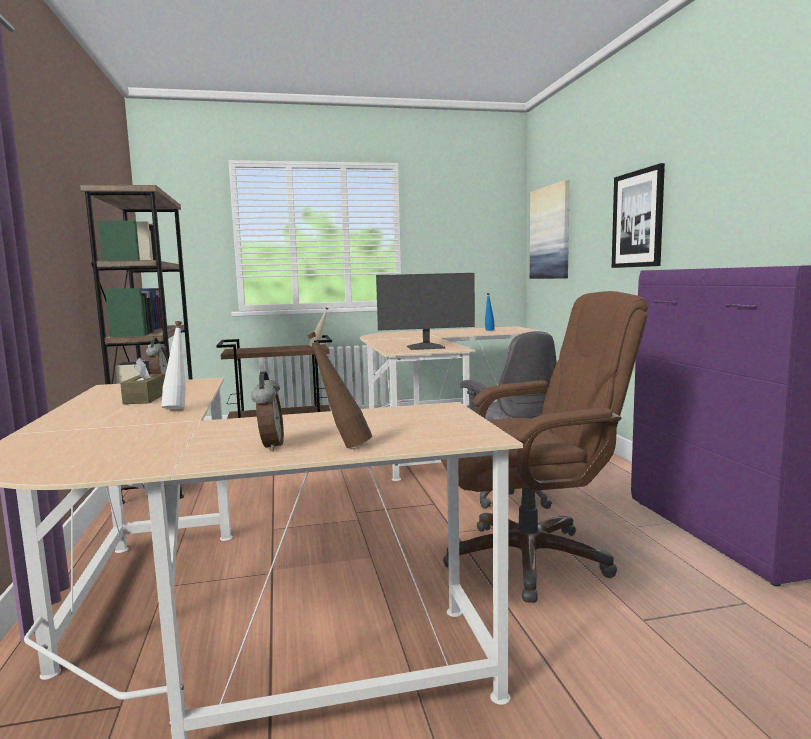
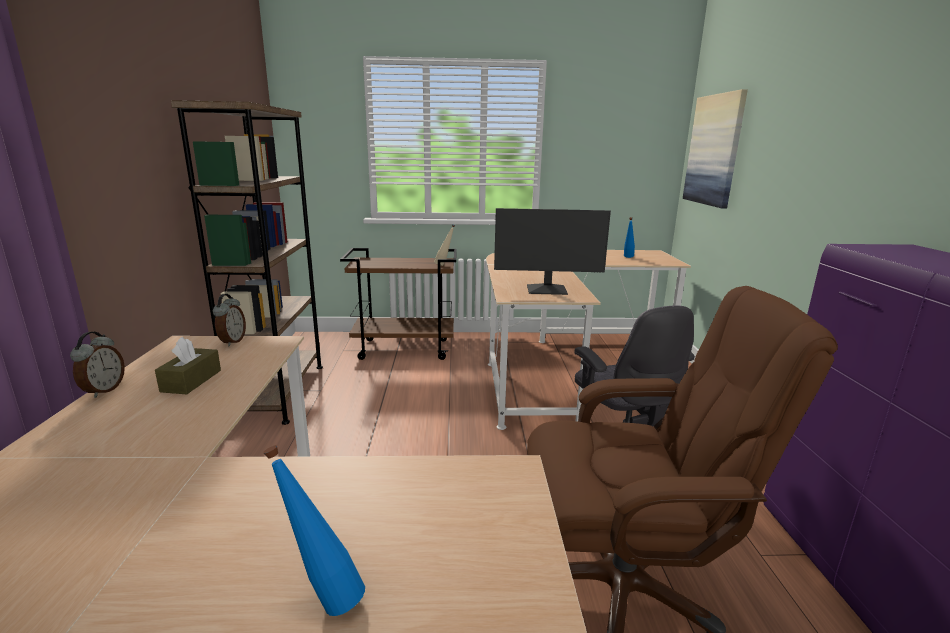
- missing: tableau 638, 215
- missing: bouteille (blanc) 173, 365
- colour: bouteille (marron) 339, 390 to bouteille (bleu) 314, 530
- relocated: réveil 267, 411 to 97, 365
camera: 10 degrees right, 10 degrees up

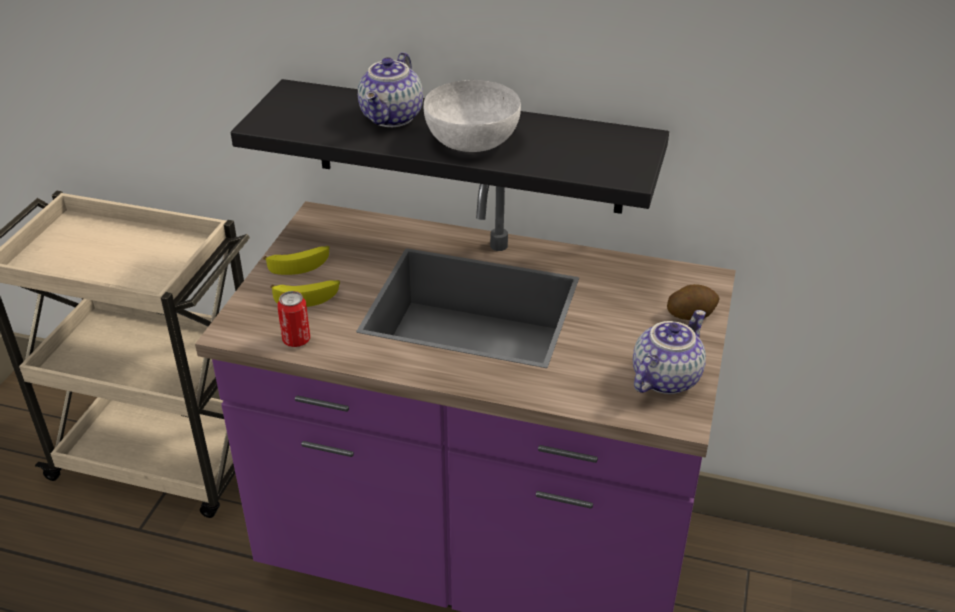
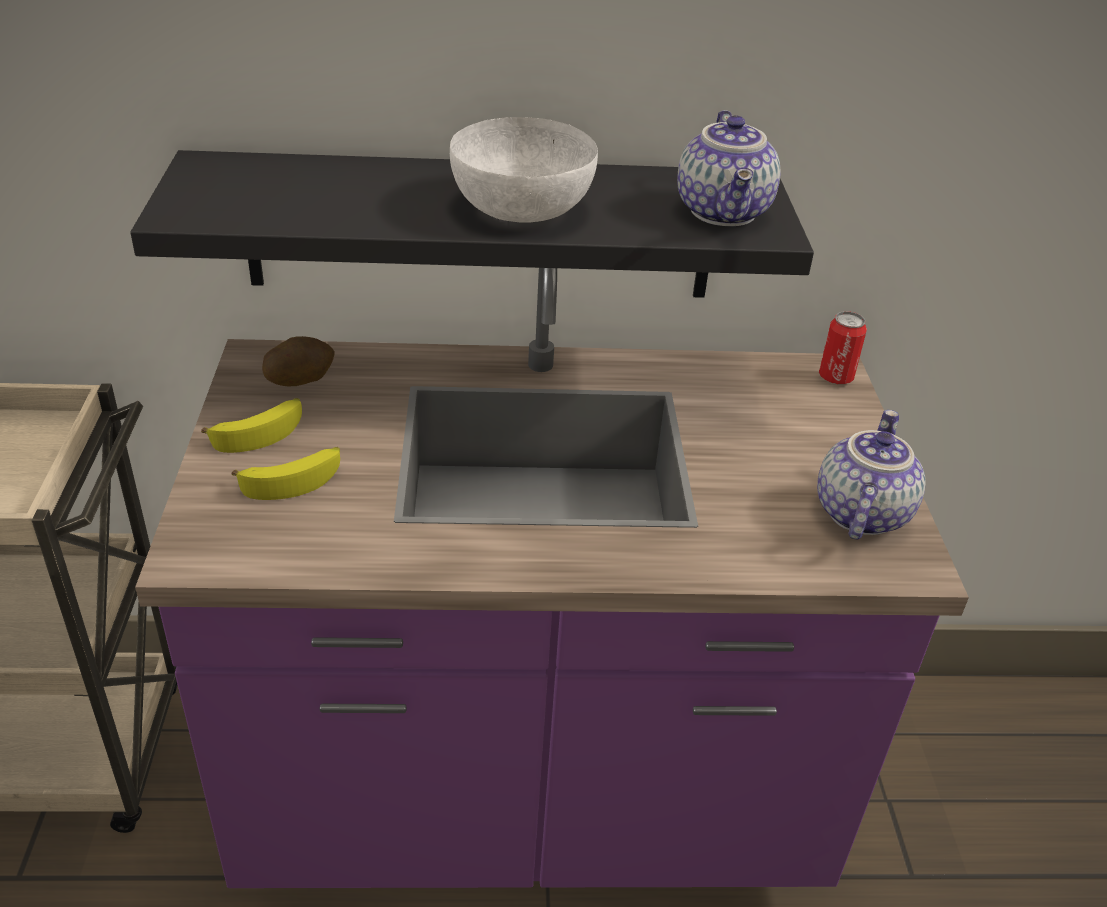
- relocated: théière 390, 89 to 729, 168
- relocated: pomme de terre 693, 302 to 298, 361
- relocated: boîte métallique 293, 319 to 843, 347
camera: 20 degrees left, 0 degrees up

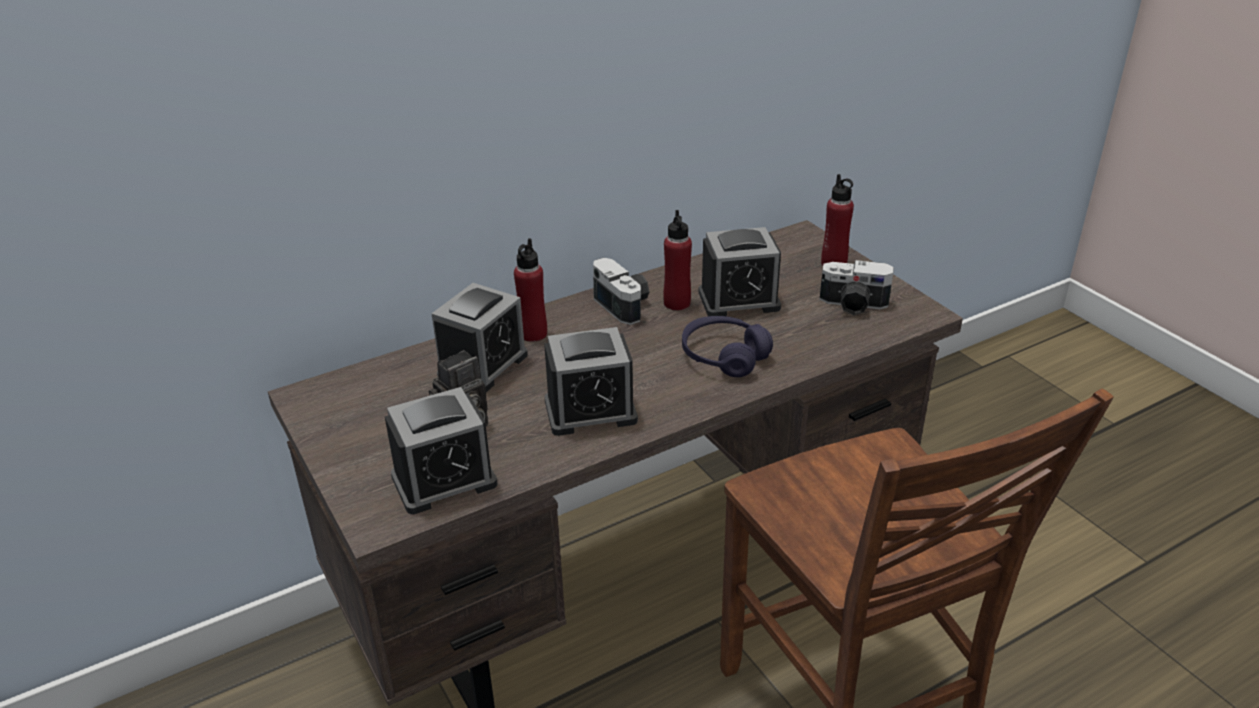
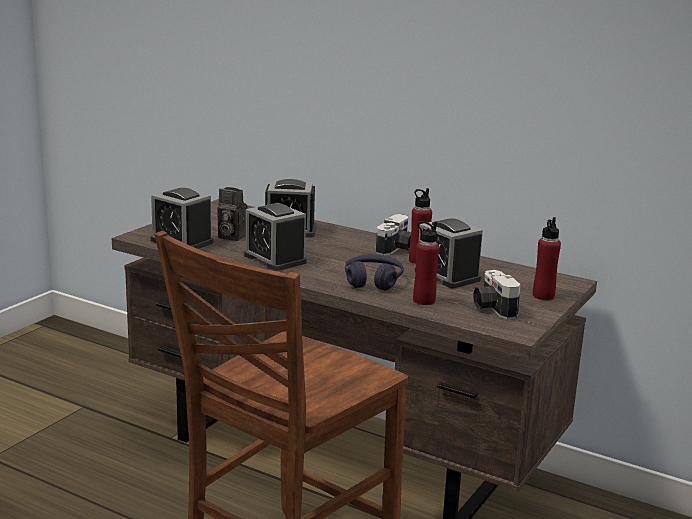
- relocated: bouteille (rouge) 530, 290 to 426, 263
camera: 60 degrees right, 15 degrees down

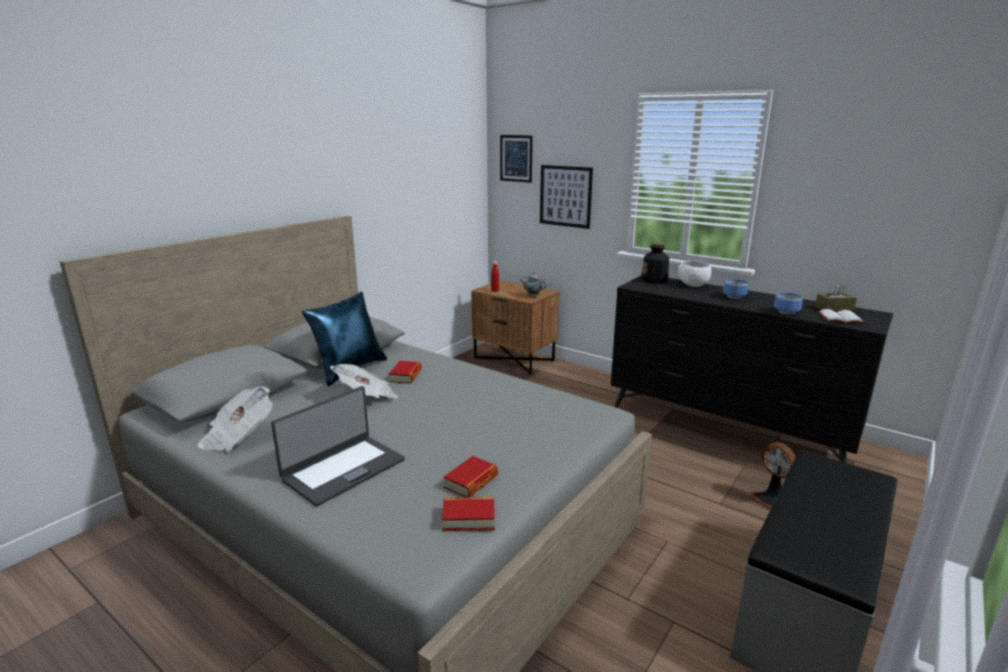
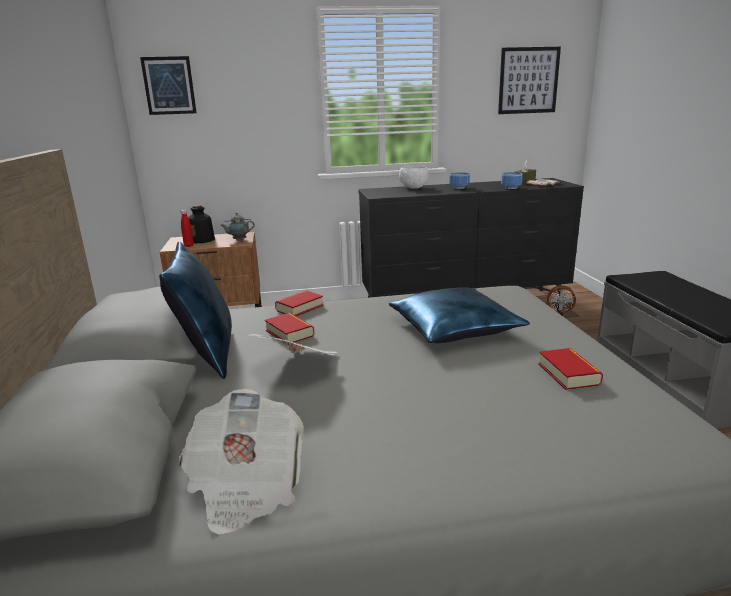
- relocated: tableau 566, 197 to 529, 80
- relocated: bouteille 655, 263 to 201, 224
- missing: ordinateur portable 338, 446
- relocated: livre 468, 514 to 299, 303
- appeared: coussin (bleu) 459, 315
camera: 45 degrees left, 0 degrees up

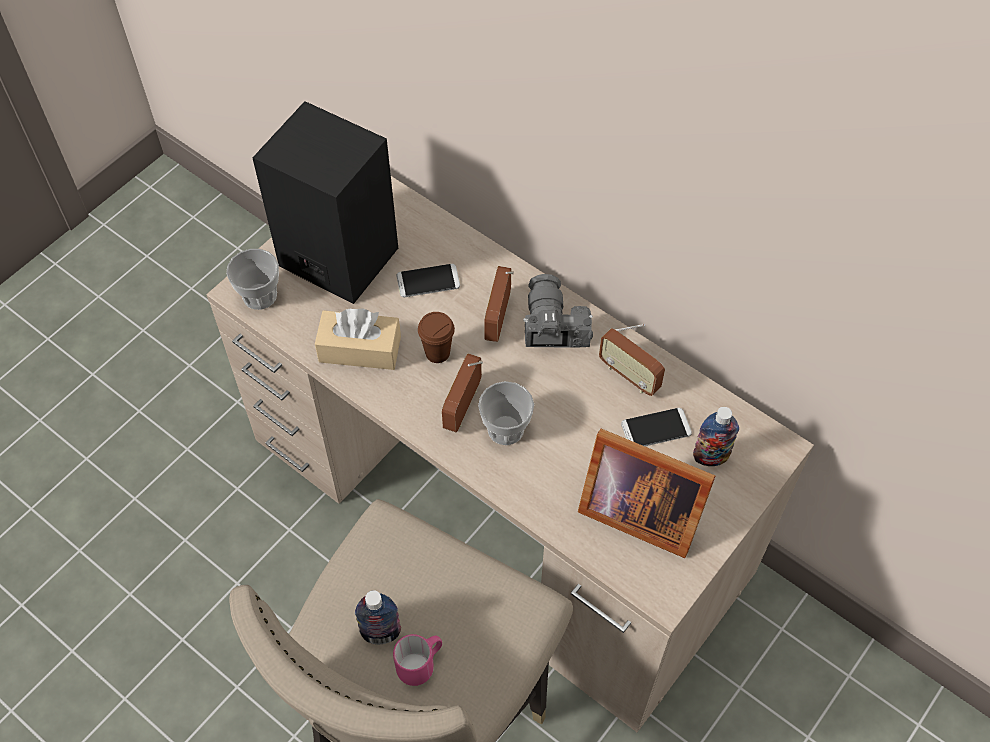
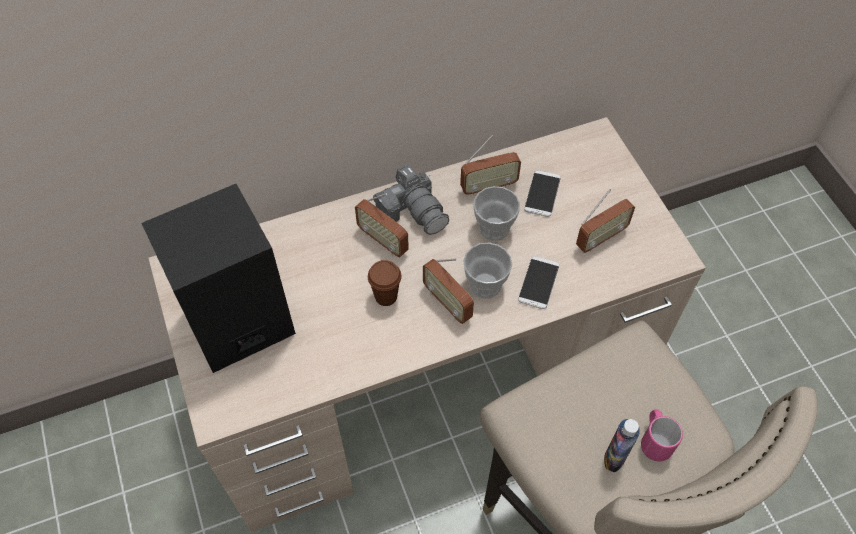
- relocated: tasse 252, 279 to 496, 213
- relocated: téléphone 428, 280 to 538, 282
- spun: appareil photo 558, 311 = 411, 199 150 degrees counterclockwise
- missing: boîte à mouchoirs (beige) 358, 339
- missing: bouteille 716, 436
- exchanged: cadre photo 646, 493 to radio 605, 221
camera: 60 degrees left, 0 degrees up

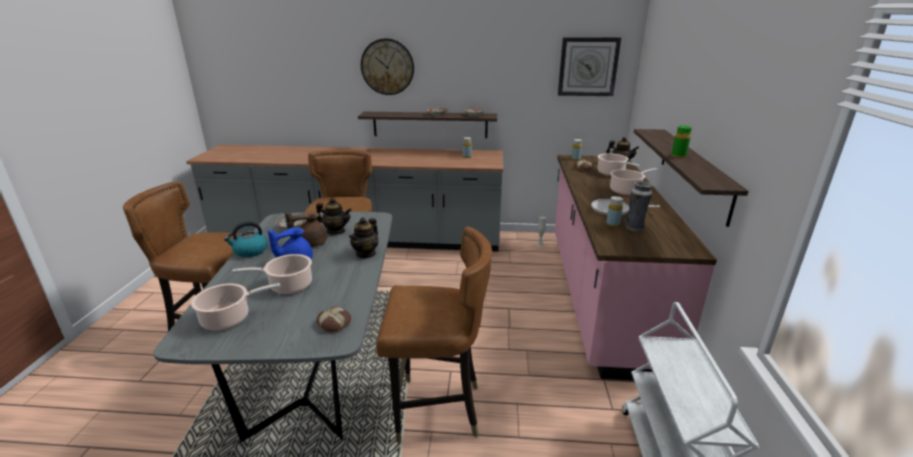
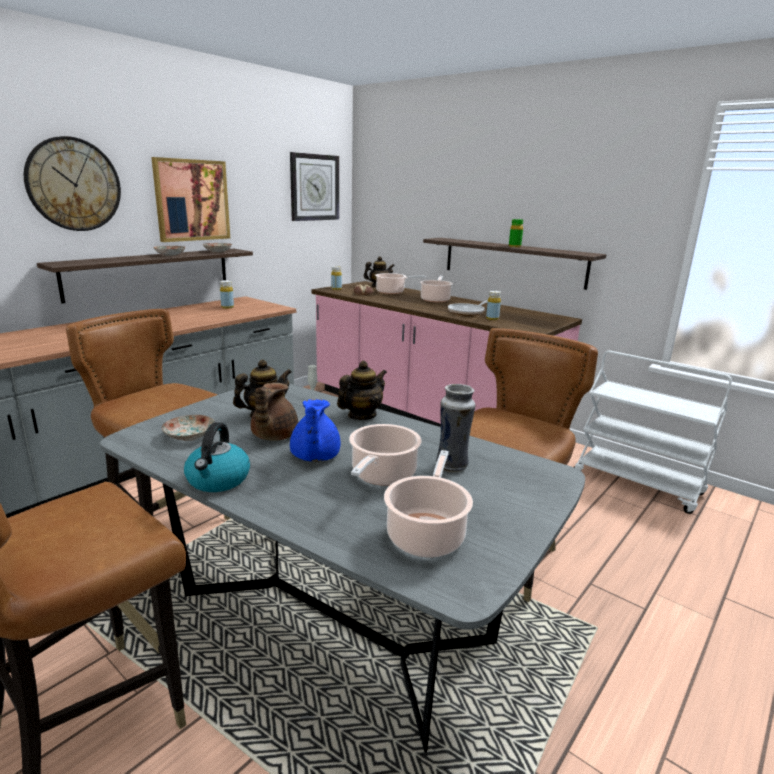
- relocated: vase 638, 206 to 456, 428
- spun: théière 363, 238 = 362, 390 105 degrees counterclockwise
- missing: pain 333, 320
- appeared: tableau 190, 199
camera: 55 degrees left, 5 degrees down

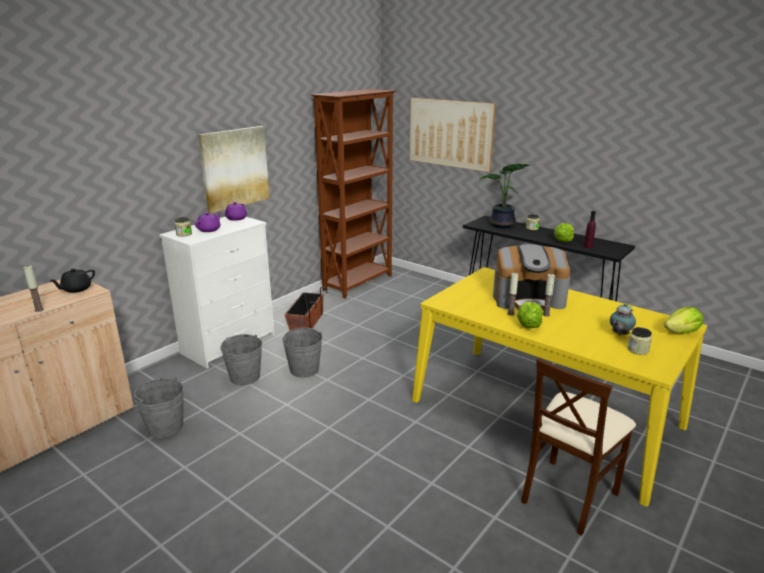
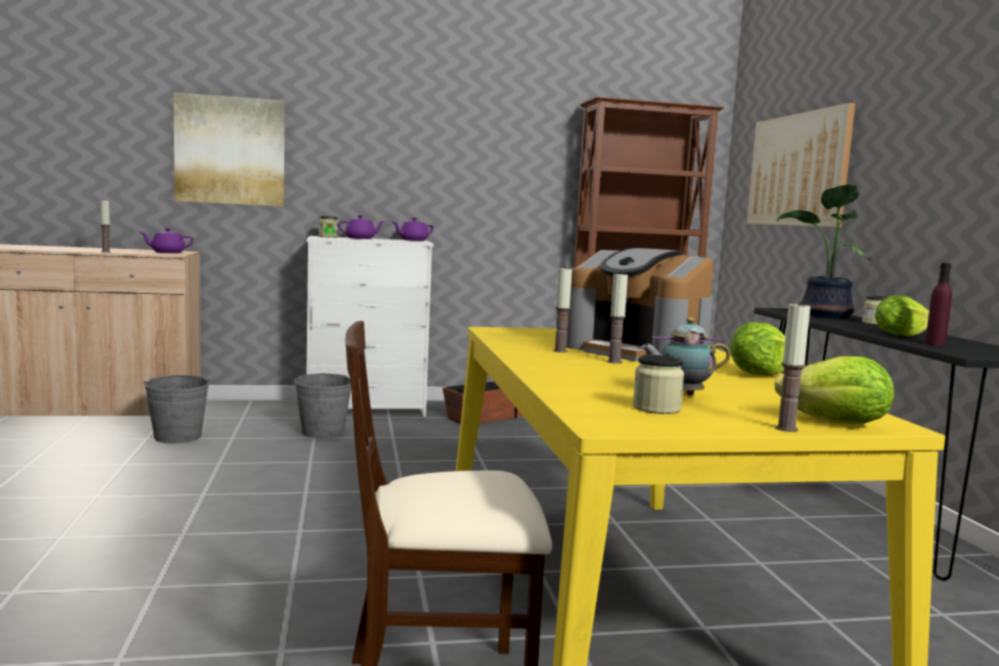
- relocated: tableau 234, 169 to 229, 149
- colour: théière (noir) 72, 281 to théière (violet) 166, 240
- relocated: laitue 529, 314 to 757, 349
- missing: seau (gris) 302, 353
- appeared: bougie 793, 366
camera: 40 degrees right, 15 degrees down

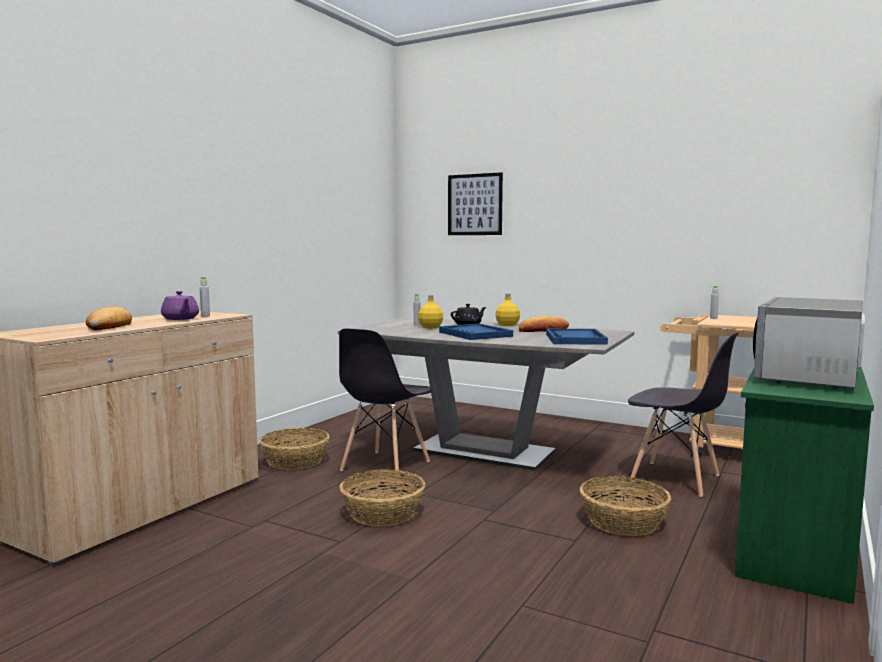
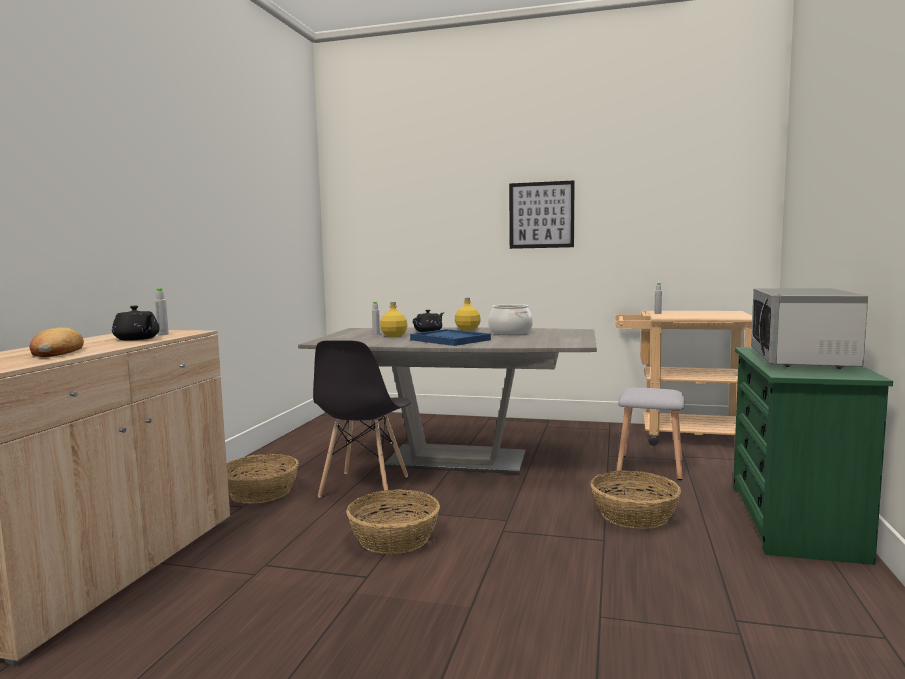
- relocated: tableau 475, 203 to 541, 214
- colour: théière (violet) 180, 305 to théière (noir) 136, 323
- exchanged: pain 544, 324 to marmite 510, 319
- missing: plateau (bleu) 577, 337
- exchanged: chaise (gris) 684, 414 to tabouret (gris) 651, 434
camera: 15 degrees left, 0 degrees up

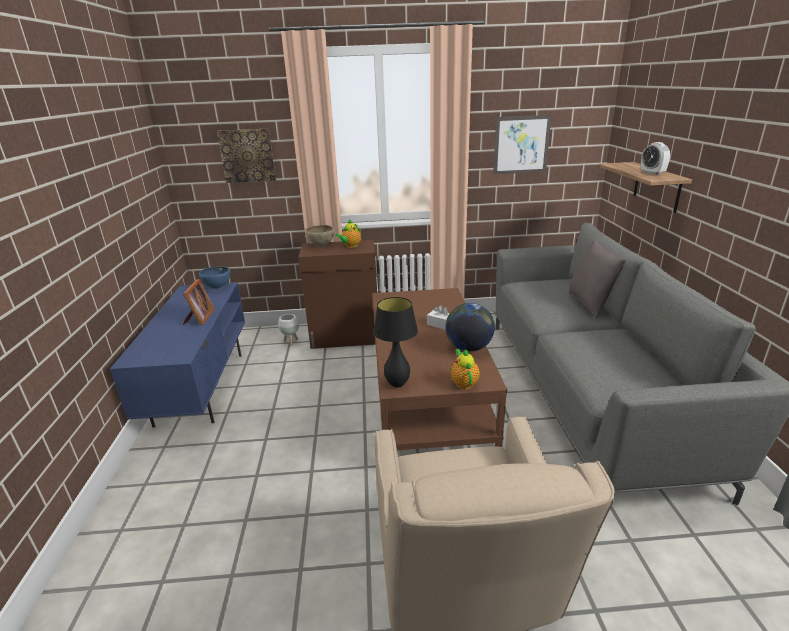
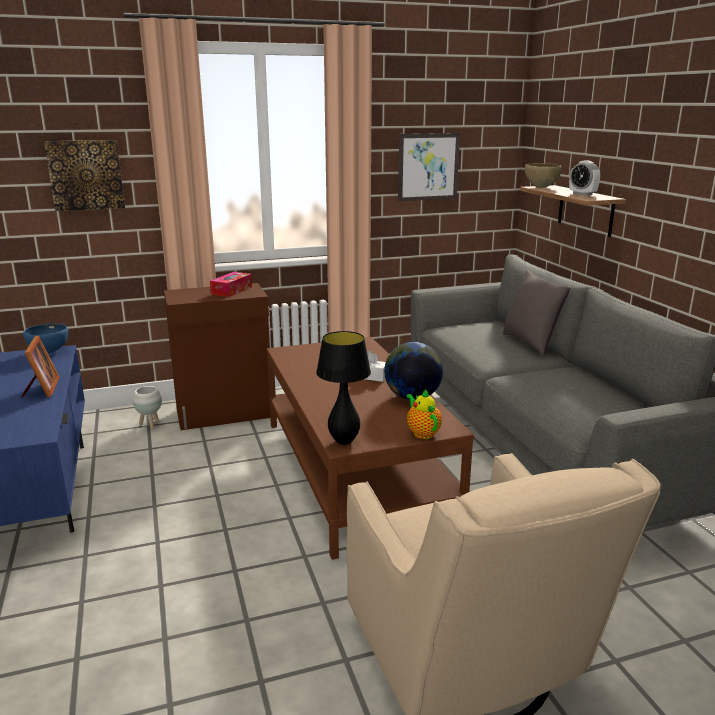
- exchanged: théière 348, 233 to boîte à mouchoirs 231, 284
- relocated: bol (marron) 319, 235 to 543, 175
camera: 15 degrees left, 5 degrees down

